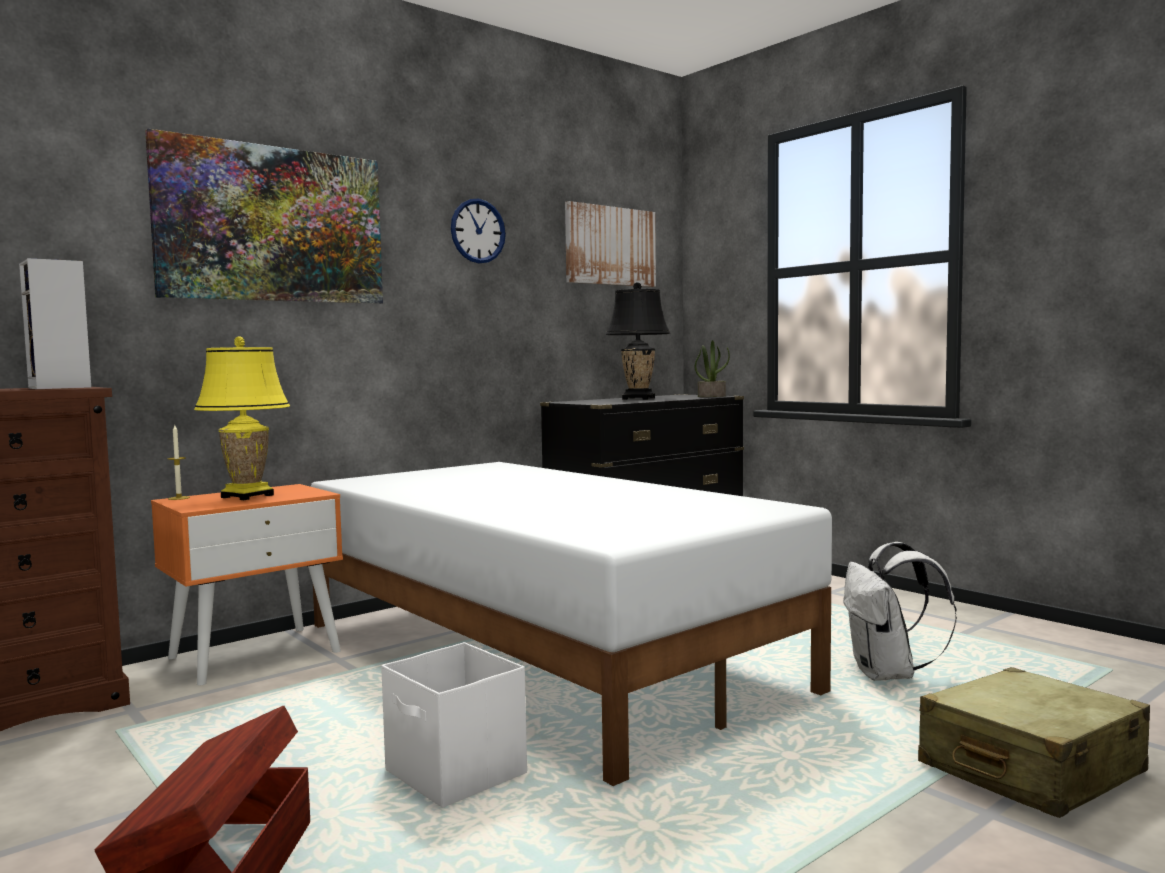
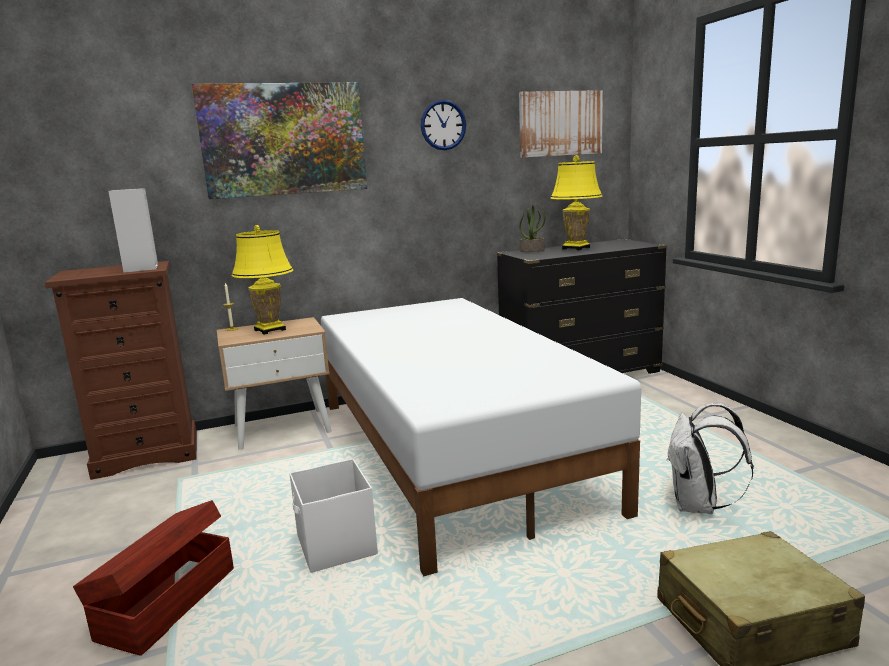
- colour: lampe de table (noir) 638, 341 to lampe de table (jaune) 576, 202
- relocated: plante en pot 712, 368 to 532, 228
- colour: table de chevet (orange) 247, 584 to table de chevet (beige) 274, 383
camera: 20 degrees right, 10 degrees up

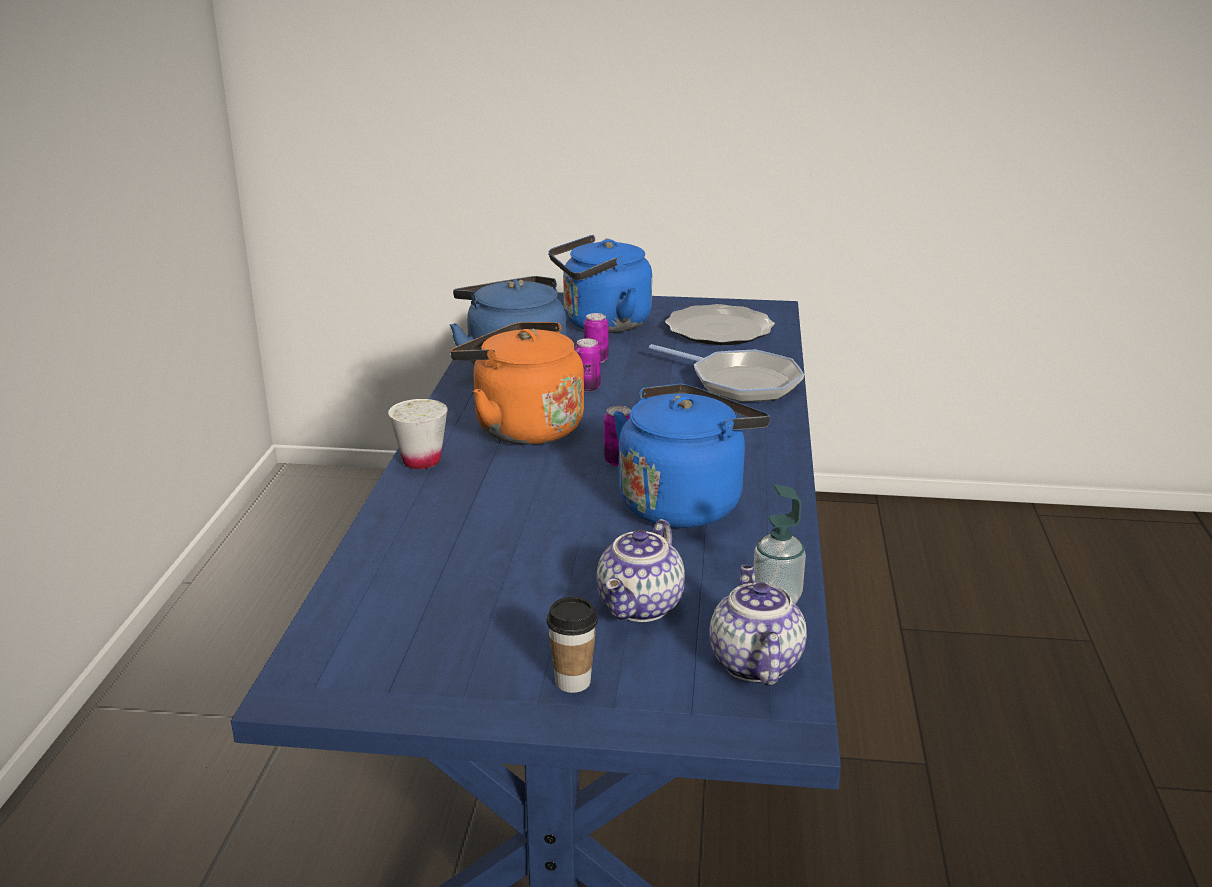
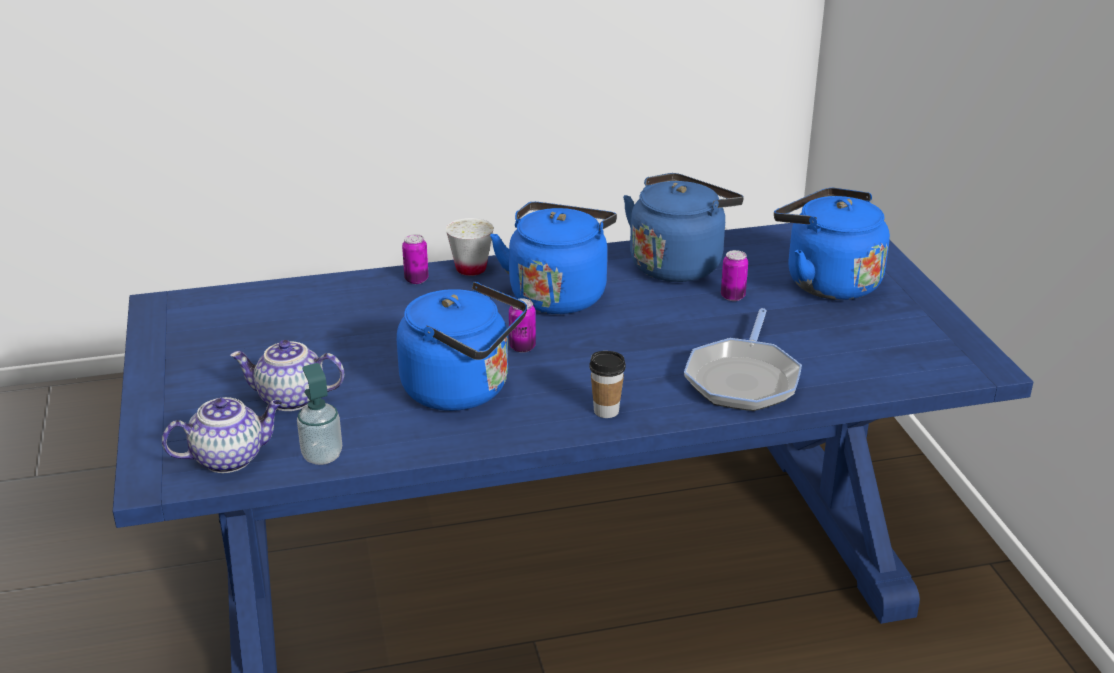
- missing: assiette 720, 324
- colour: bouilloire (orange) 517, 383 to bouilloire (bleu) 553, 258
- relocated: boîte métallique 587, 365 to 415, 259
- relocated: tasse 572, 645 to 607, 384
camera: 70 degrees right, 5 degrees up

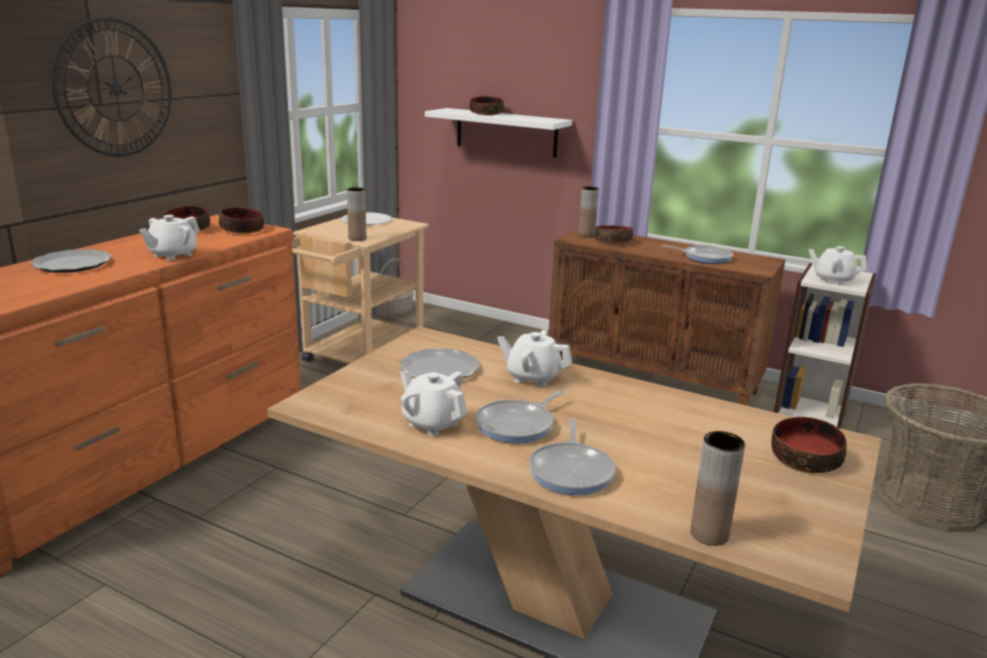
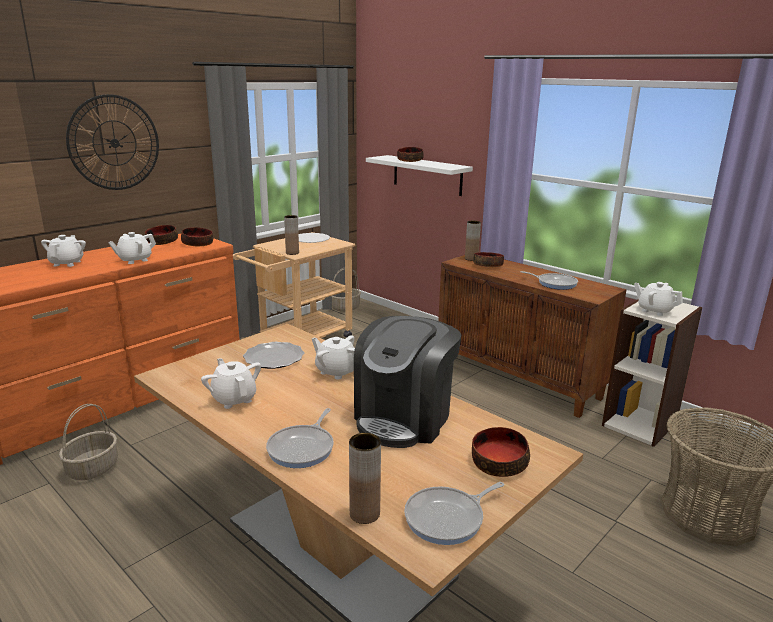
- exchanged: assiette 71, 261 to théière (blanc) 63, 251
- relocated: poêle 520, 417 to 454, 513
- appeared: machine à café 407, 382
- appeared: panier 88, 442
camera: 15 degrees right, 0 degrees up

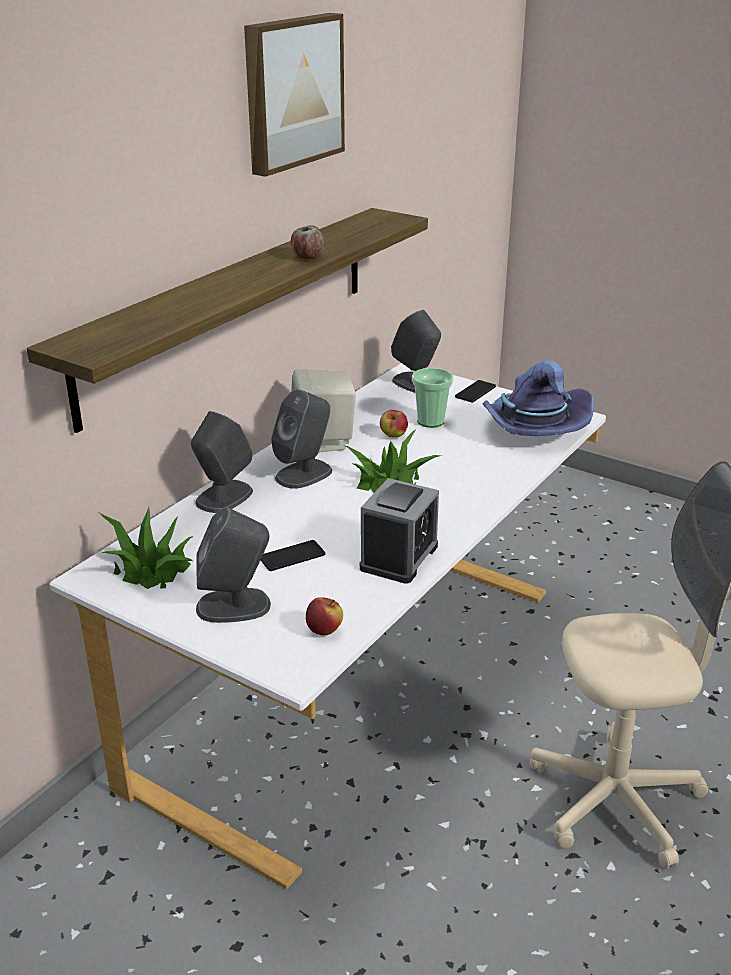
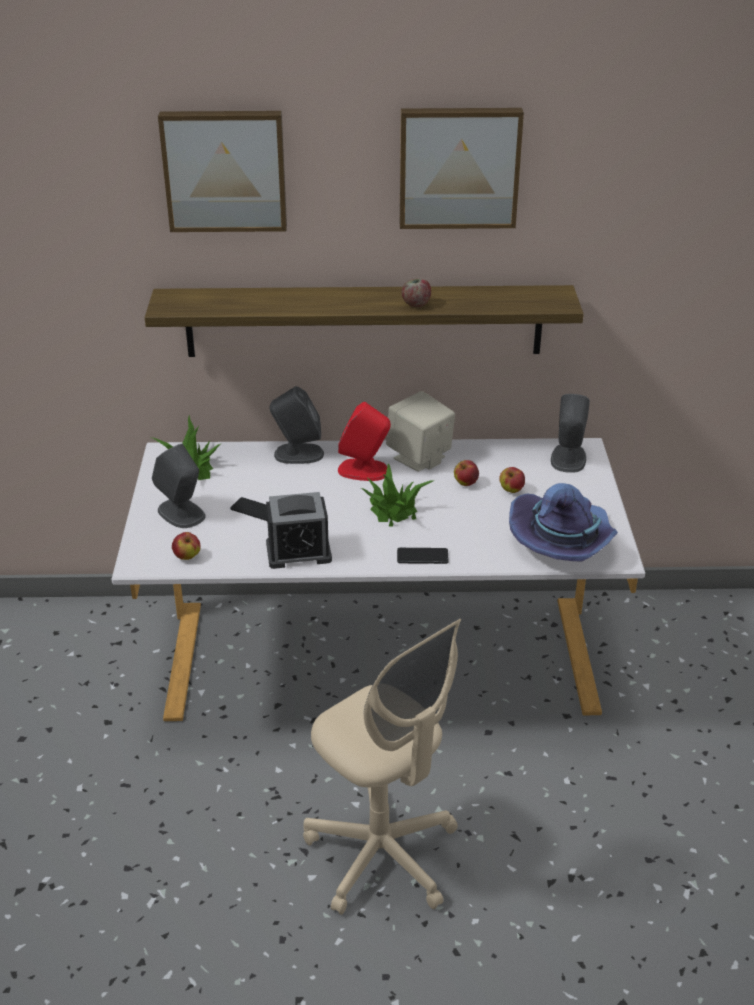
- exchanged: tasse 432, 398 to pomme 512, 480
- relocated: téléphone 475, 391 to 423, 556
- colour: enceinte (gris) 301, 439 to enceinte (rouge) 364, 441
- appeared: tableau 222, 171
camera: 55 degrees right, 5 degrees up

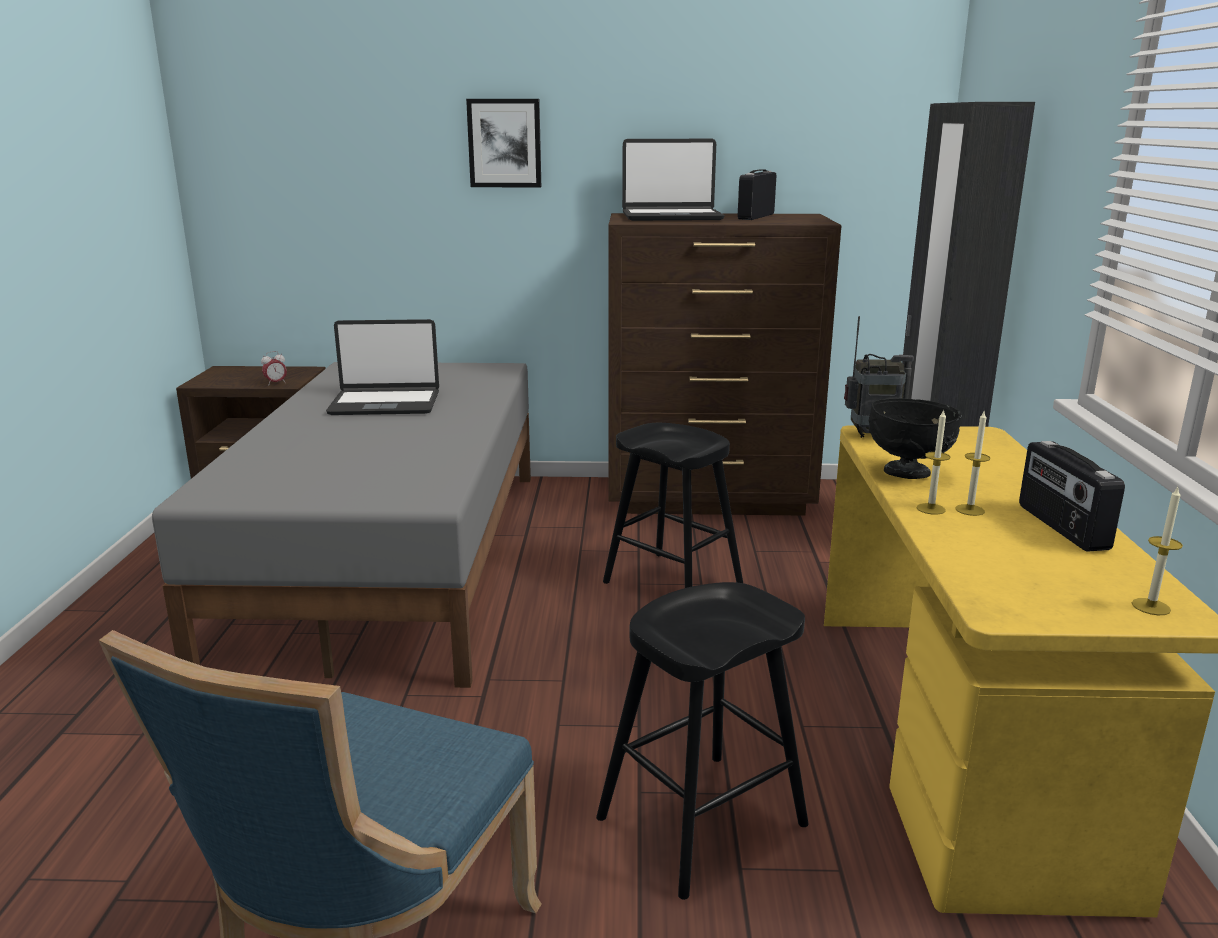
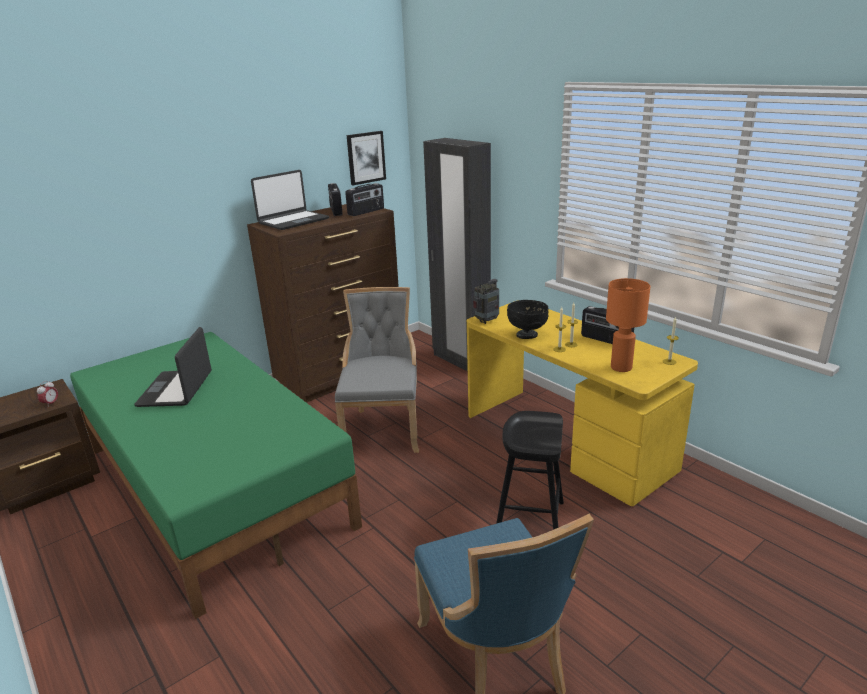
- relocated: tableau 503, 143 to 366, 158
- spun: ordinateur portable 382, 367 = 173, 367 135 degrees clockwise
- colour: lit (gris) 341, 525 to lit (vert) 216, 475
- exchanged: tabouret (noir) 673, 505 to chaise (gris) 377, 370
- appeared: radio 364, 199
- appeared: lampe de table (orange) 628, 325
camera: 40 degrees left, 5 degrees up

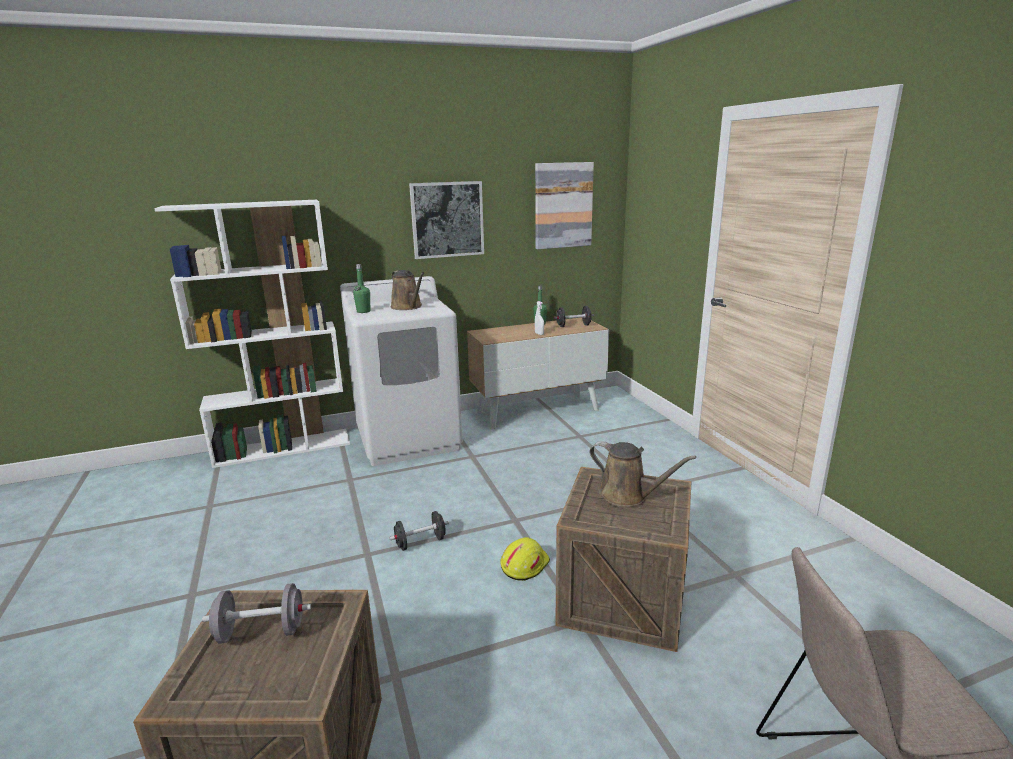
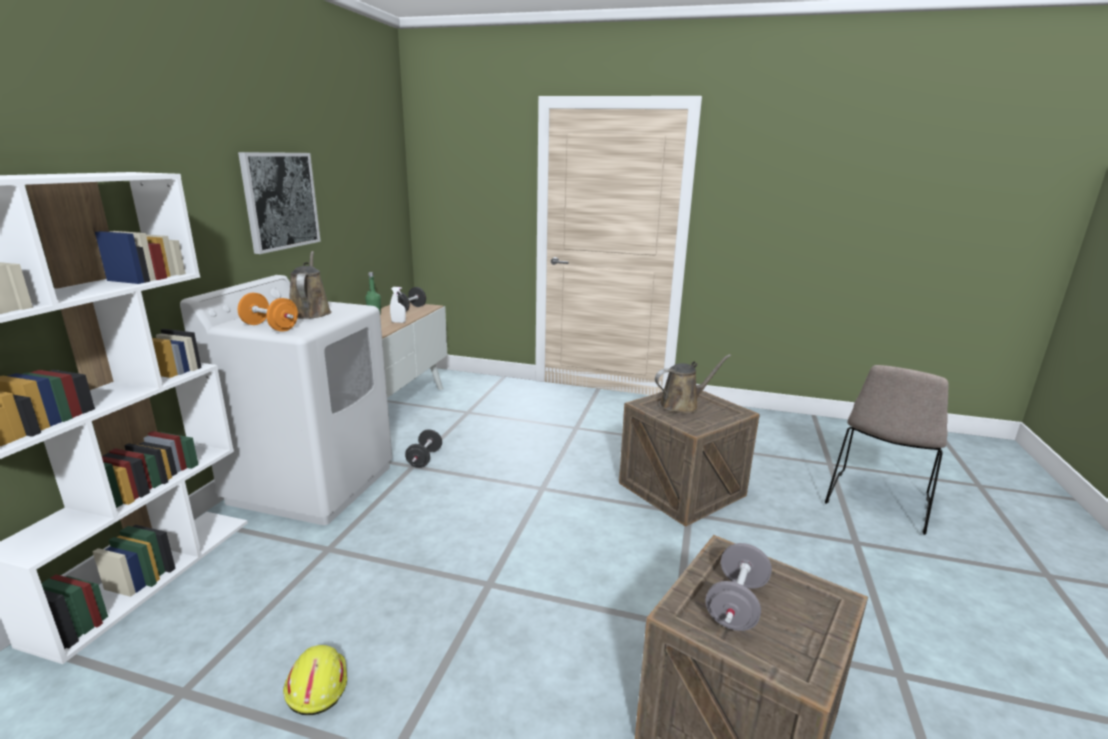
- missing: tableau 564, 205
- exchanged: bouteille (vert) 361, 288 to haltère (orange) 268, 312
- spun: arrosoir (marron) 407, 290 = 310, 285 105 degrees counterclockwise
- relocated: haltère (noir) 419, 531 to 423, 448
- relocated: casque de chantier (jaune) 525, 559 to 315, 680
camera: 55 degrees left, 0 degrees up

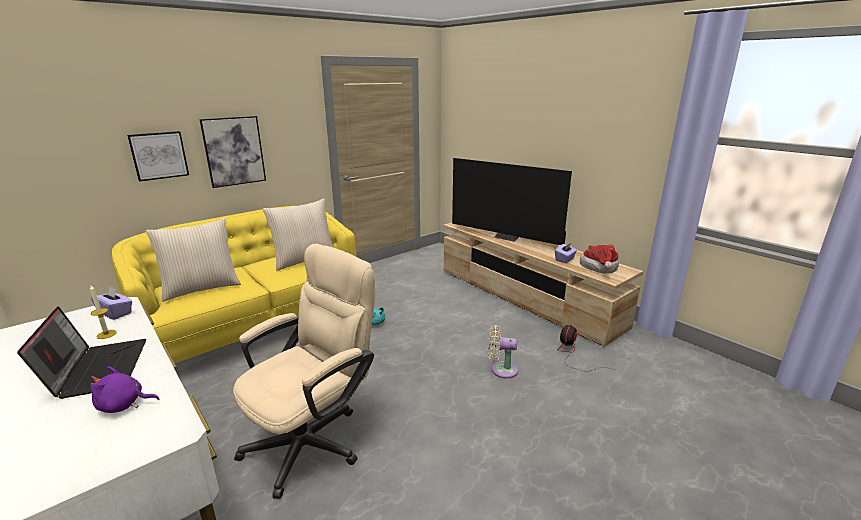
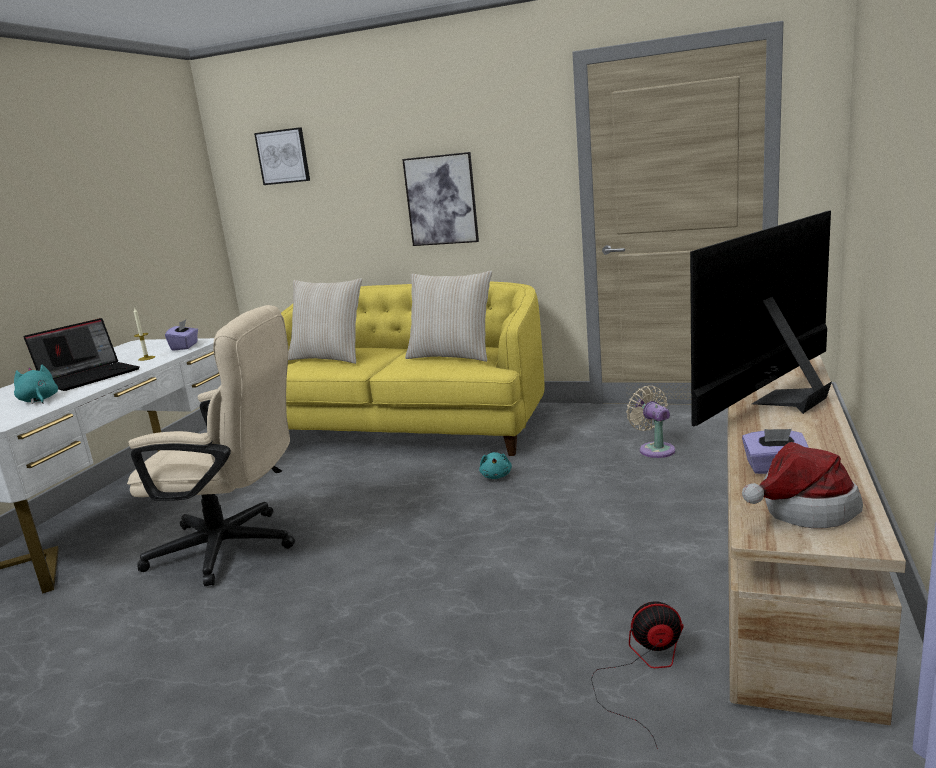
- relocated: tableau 158, 156 to 282, 156
- spun: téléviseur 512, 201 = 761, 318 45 degrees clockwise
- relocated: ventilateur (beige) 503, 352 to 650, 422
- colour: peluche (violet) 124, 389 to peluche (turquoise) 36, 384
camera: 60 degrees right, 5 degrees down

